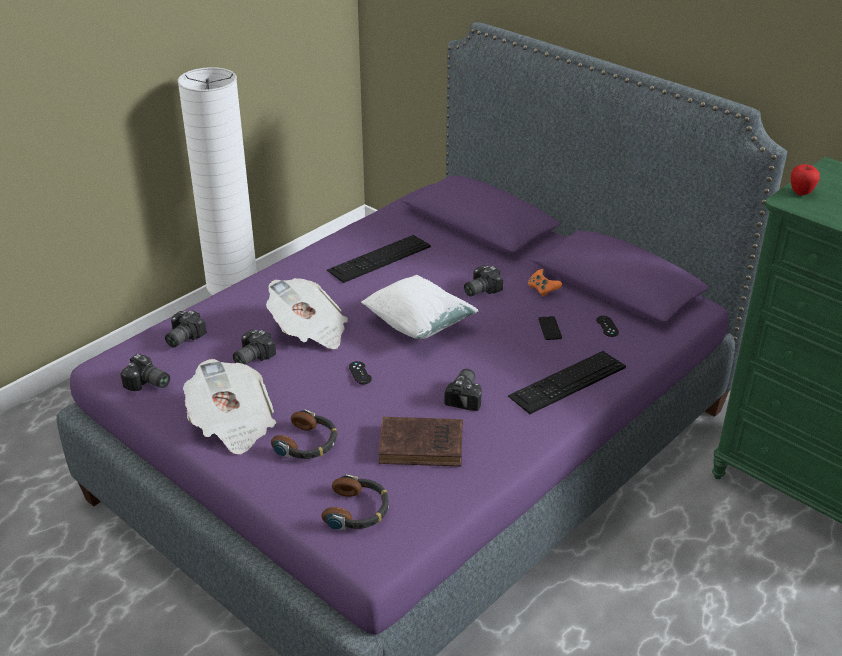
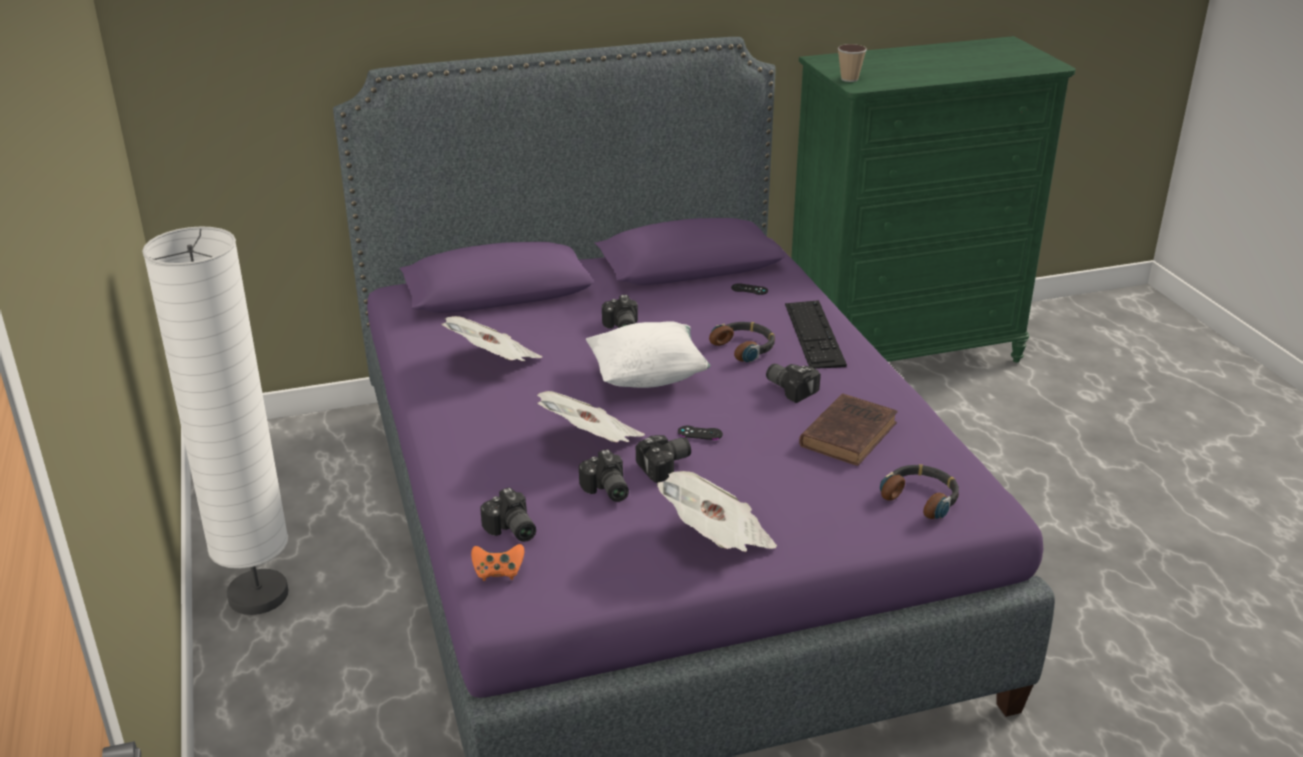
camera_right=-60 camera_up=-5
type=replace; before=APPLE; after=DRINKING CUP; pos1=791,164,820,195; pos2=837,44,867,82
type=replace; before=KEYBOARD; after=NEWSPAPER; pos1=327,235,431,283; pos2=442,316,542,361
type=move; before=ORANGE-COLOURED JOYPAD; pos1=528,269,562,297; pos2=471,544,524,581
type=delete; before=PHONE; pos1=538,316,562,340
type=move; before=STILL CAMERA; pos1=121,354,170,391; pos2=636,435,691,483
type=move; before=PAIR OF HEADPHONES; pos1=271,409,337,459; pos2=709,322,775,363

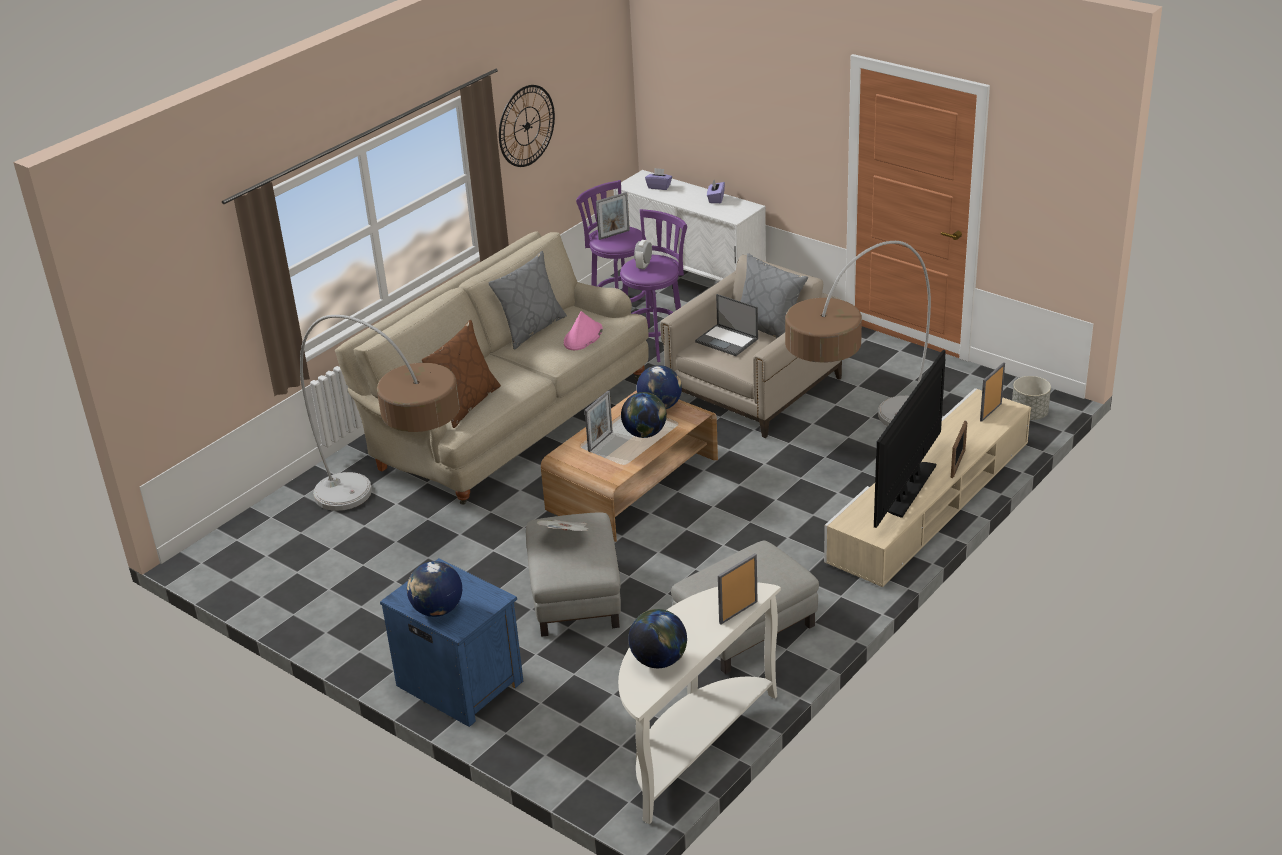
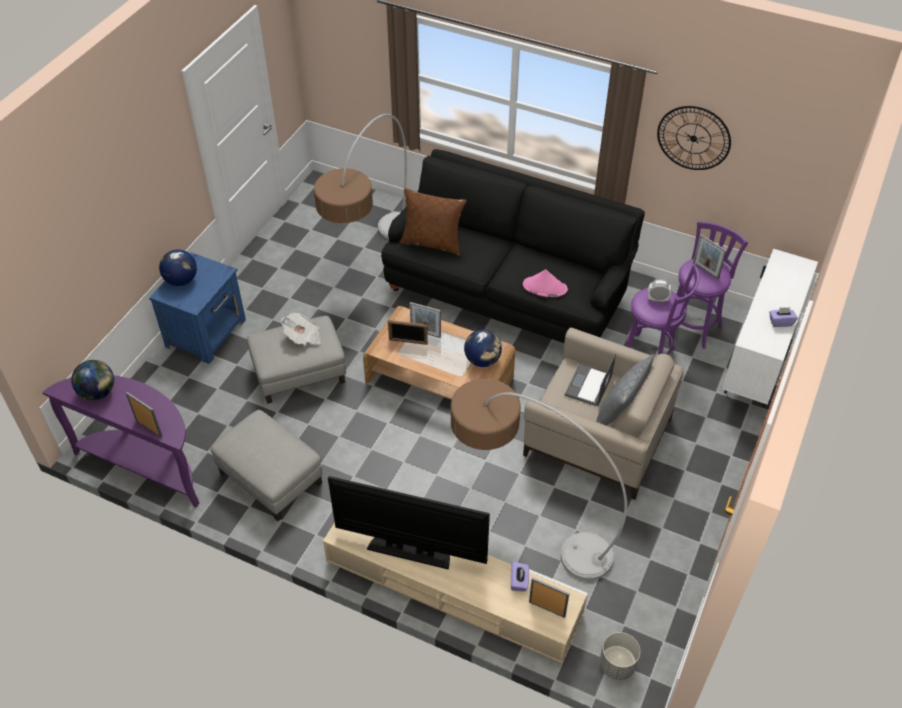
camera_right=75 camera_up=15
type=move; before=PURPLISH BOX OF TISSUES; pos1=645,168,672,190; pos2=511,562,529,591
type=recolor; before=SAND-COLOURED SETTEE; after=BLACK-COLOURED SETTEE; pos1=335,231,648,505; pos2=381,149,645,343
type=delete; before=GREYISH PILLOW; pos1=488,251,567,350
type=delete; before=GLOBE; pos1=621,392,667,438
type=move; before=PICTURE FRAME; pos1=951,421,967,478; pos2=388,320,428,345
type=recolor; before=WHITE-COLOURED HALL TABLE; after=PURPLISH HALL TABLE; pos1=618,582,781,824; pos2=42,375,199,507

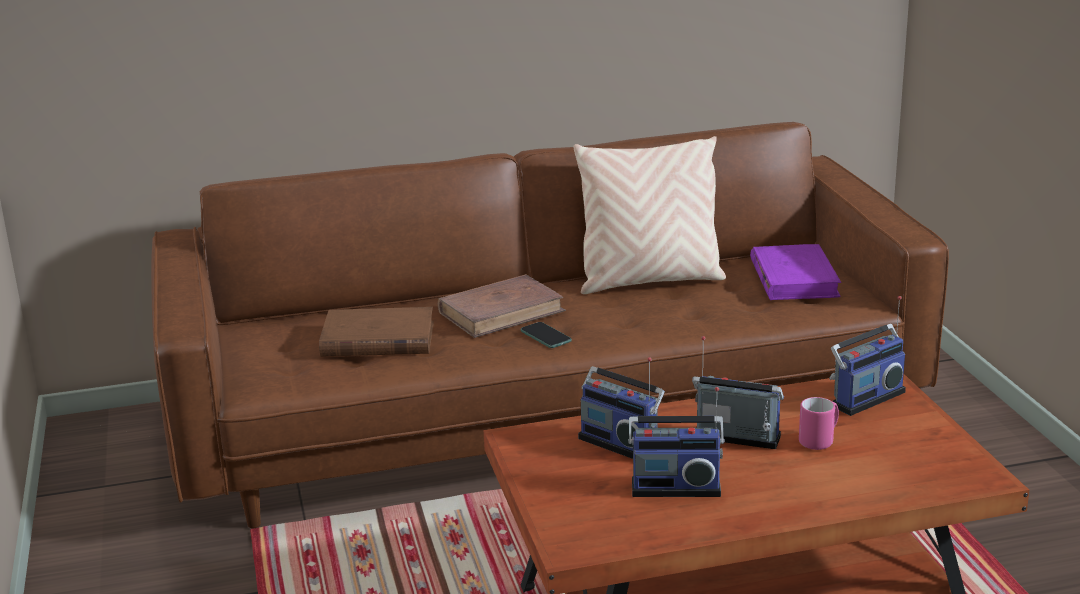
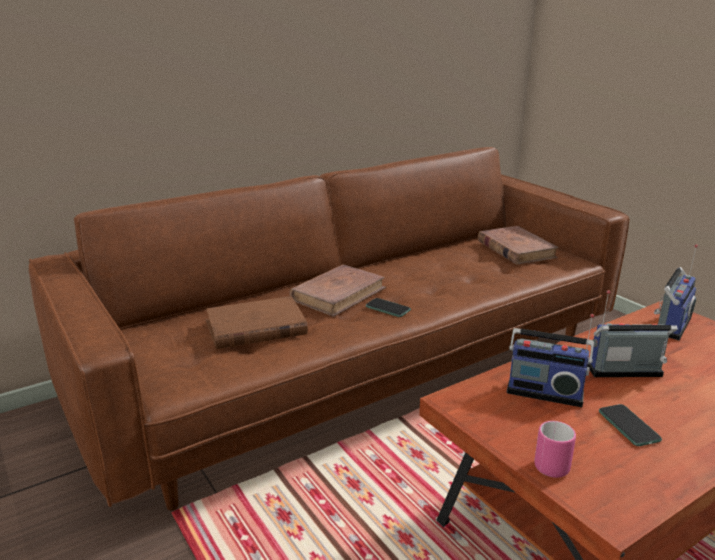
camera_right=-20 camera_up=0
type=delete; before=SAND-COLOURED PILLOW; pos1=573,136,726,294
type=recolor; before=PURPLISH BOUND BOOK; after=BROWN-COLOURED BOUND BOOK; pos1=750,244,841,300; pos2=478,226,559,265
type=replace; before=RADIO SET; after=PHONE; pos1=628,387,725,497; pos2=599,404,662,446
type=move; before=PINKISH COFFEE MUG; pos1=799,397,839,450; pos2=534,421,576,478

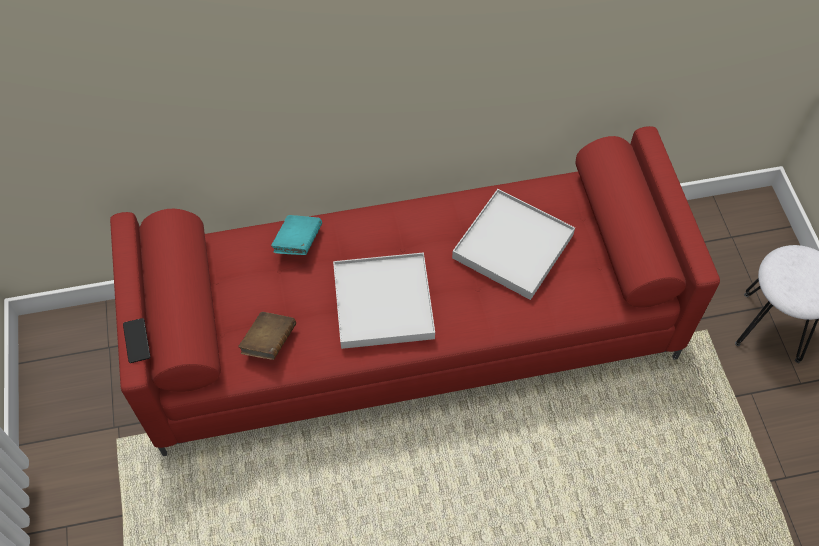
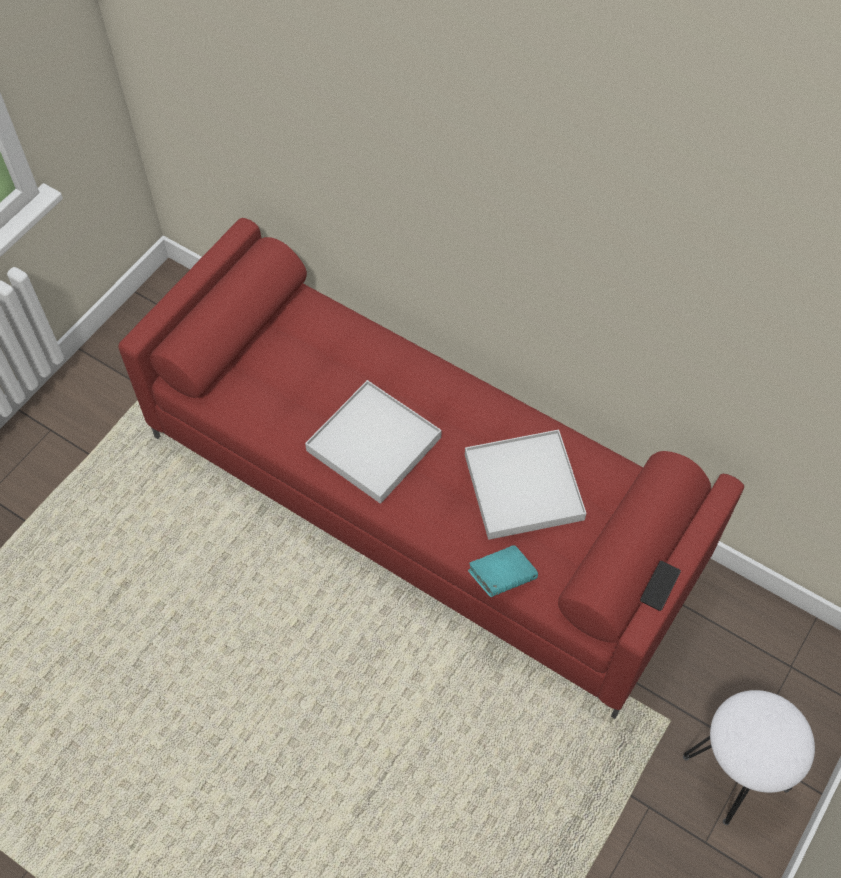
camera_right=45 camera_up=0
type=move; before=TURQUOISE BOUND BOOK; pos1=271,215,322,255; pos2=468,545,538,597
type=delete; before=BROWN-COLOURED BOUND BOOK; pos1=238,312,296,360
type=move; before=PHONE; pos1=123,318,150,363; pos2=640,561,681,611

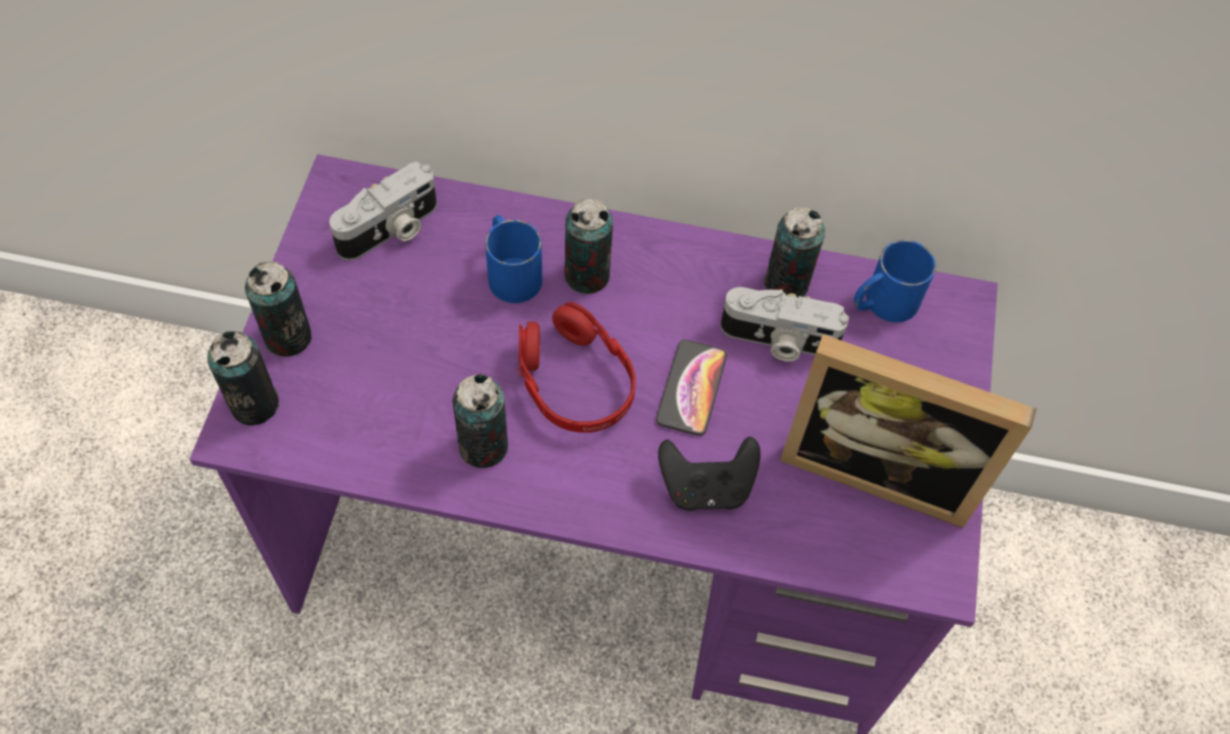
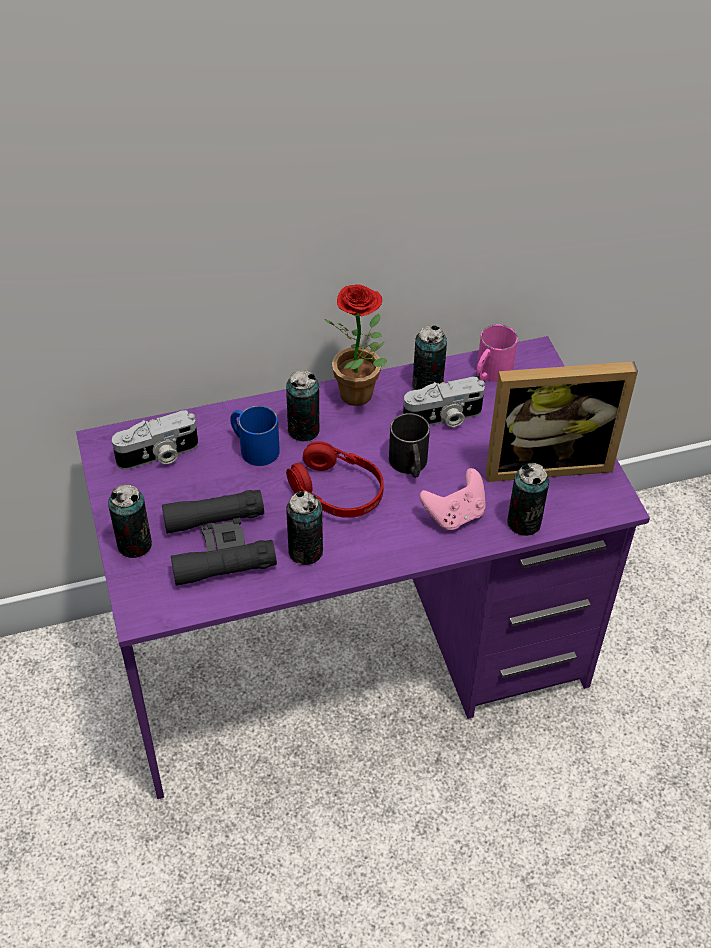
camera_right=-25 camera_up=-10
type=rotate; before=STILL CAMERA; pos1=329,162,437,261; pos2=112,410,198,470; turn=45
type=recolor; before=BLUE-COLOURED COFFEE MUG; after=PINKISH COFFEE MUG; pos1=854,240,936,322; pos2=476,324,518,382
type=move; before=SEALED CAN; pos1=207,331,279,426; pos2=507,463,549,536
type=replace; before=PHONE; after=BLACK-COLOURED COFFEE MUG; pos1=656,340,727,436; pos2=389,413,430,478
type=recolor; before=BLACK-COLOURED JOYPAD; after=PINKISH JOYPAD; pos1=658,436,761,511; pos2=420,468,486,530
type=insert; after=HOUSEPLANT; pos2=325,284,387,406
type=insert; after=BLACK-COLOURED BINOCULARS; pos2=162,490,277,586

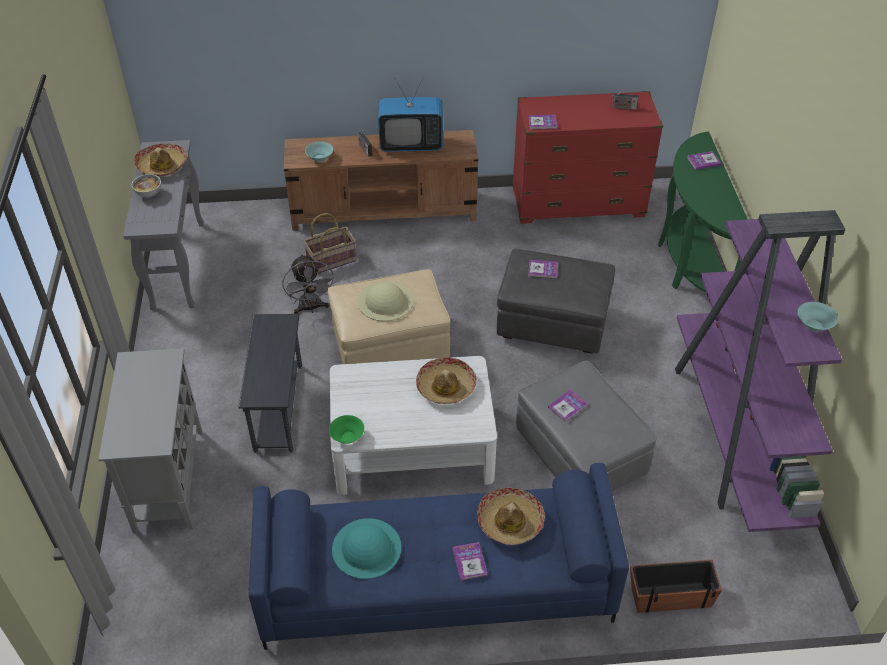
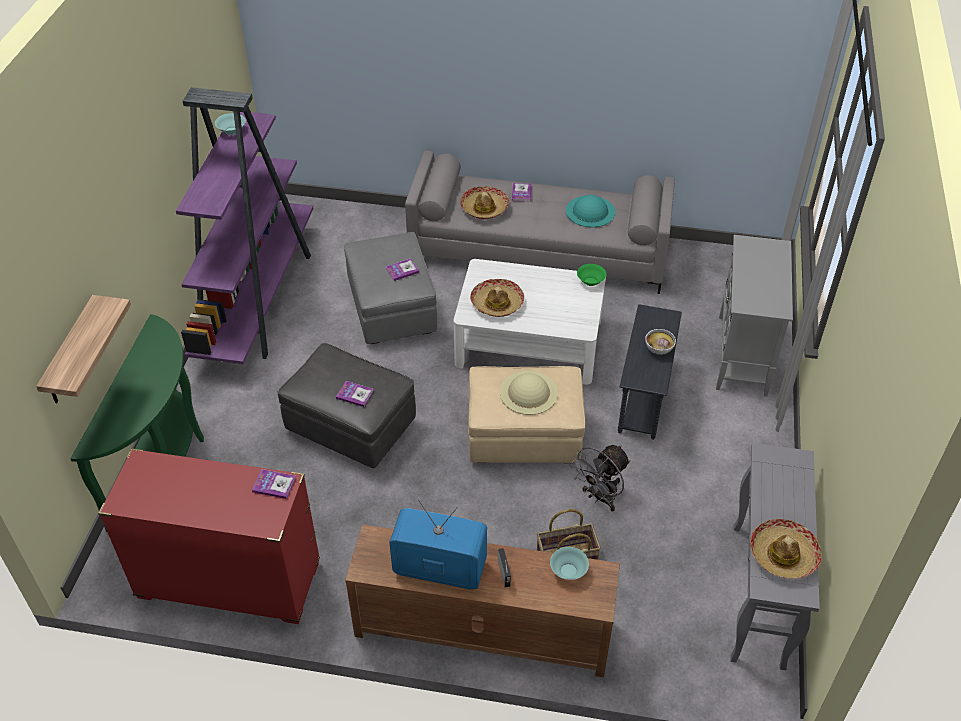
camera_right=-165 camera_up=0
type=delete; before=RADIO SET; pos1=611,90,638,110
type=delete; before=BOUND BOOK; pos1=687,151,721,170
type=move; before=DEEP DISH; pos1=132,174,161,198; pos2=645,329,676,355
type=rotate; before=GREYISH ELECTRIC FAN; pos1=282,254,336,314; pos2=570,445,631,511; turn=-135
type=recolor; before=BLUE-COLOURED SETTEE; after=GREYISH SETTEE; pos1=249,463,629,650; pos2=405,151,675,294
type=delete; before=PLANT POT; pos1=630,559,722,613
type=insert; after=WALL SHELF; pos2=36,295,131,403

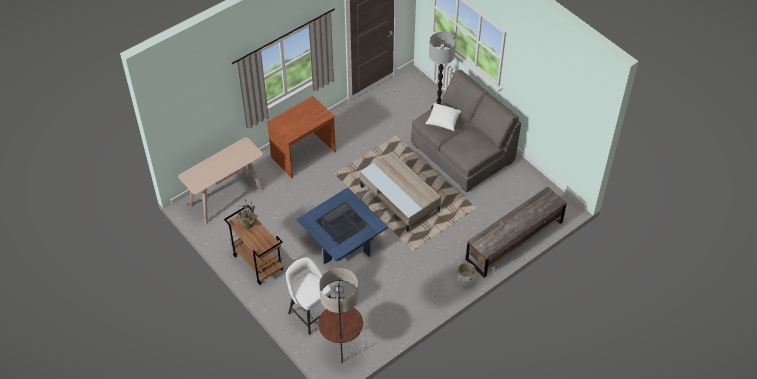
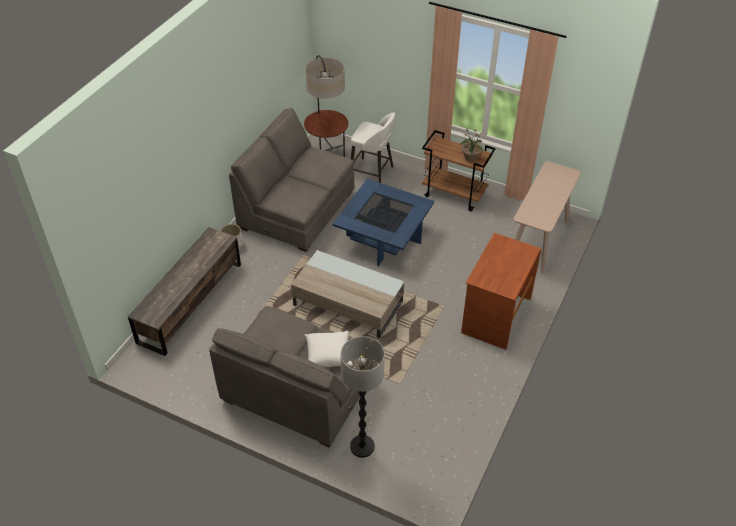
camera_right=155 camera_up=-5
type=insert; after=GREYISH SETTEE; pos2=229,108,354,252

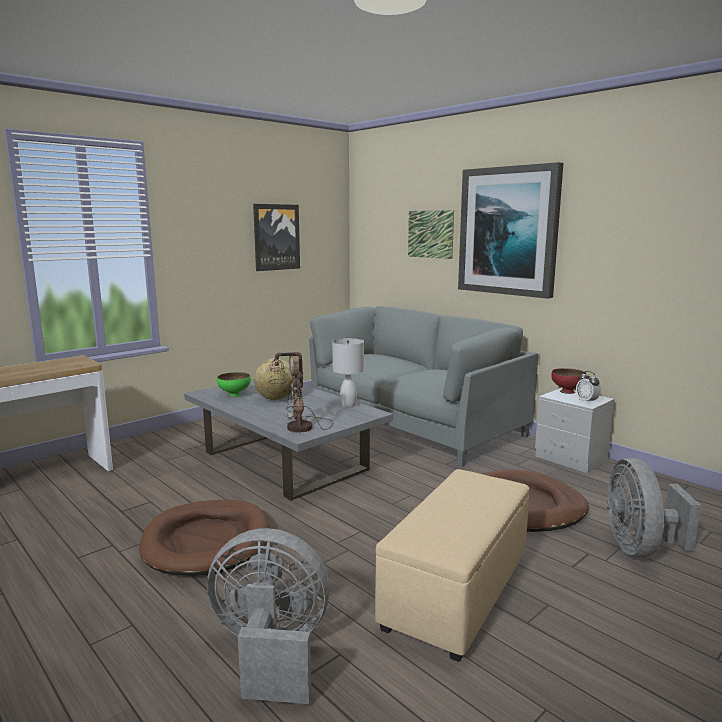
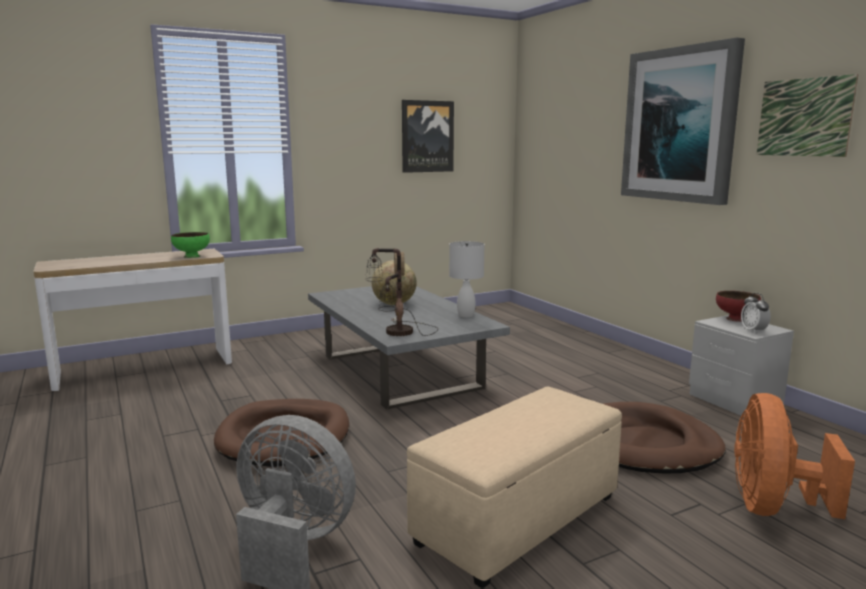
camera_right=15 camera_up=0
type=move; before=WALL PICTURE; pos1=408,210,454,259; pos2=756,74,859,157
type=delete; before=GREYISH SETTEE; pos1=309,306,538,467
type=move; before=GREEN DEEP DISH; pos1=217,372,251,398; pos2=171,232,210,258
type=recolor; before=GREYISH ELECTRIC FAN; after=ORANGE-COLOURED ELECTRIC FAN; pos1=606,458,701,557; pos2=734,393,855,519

